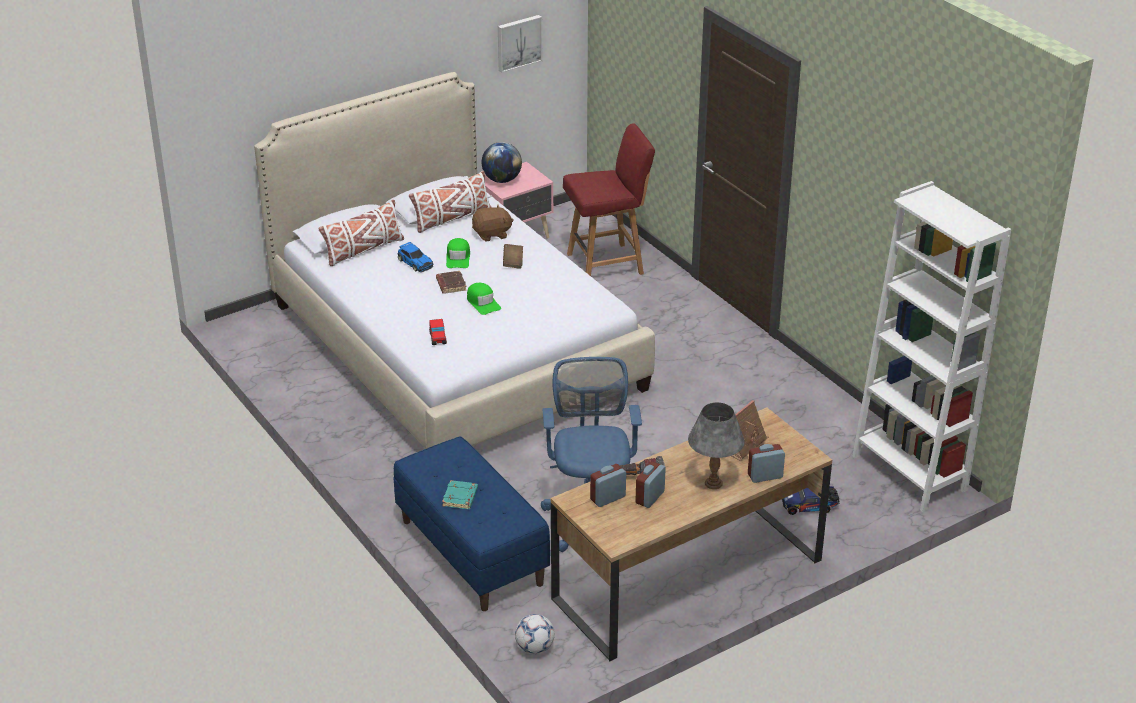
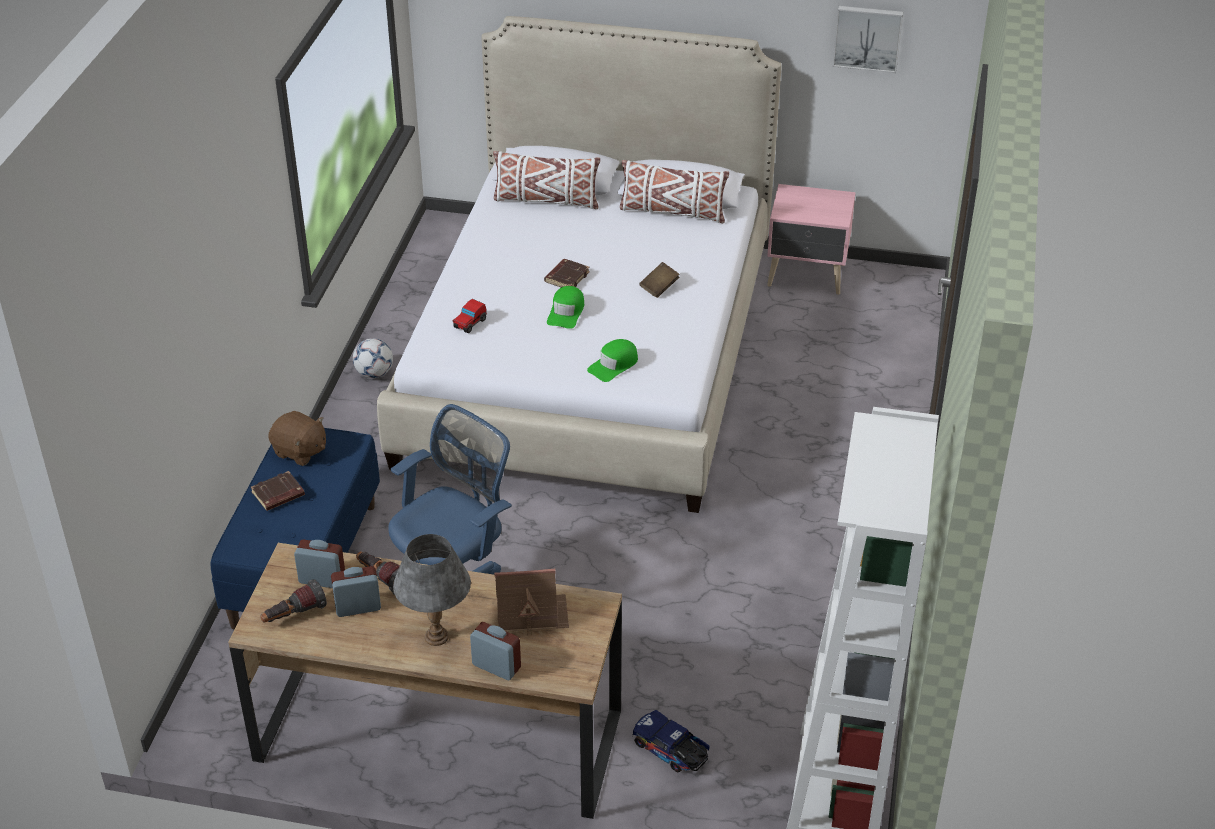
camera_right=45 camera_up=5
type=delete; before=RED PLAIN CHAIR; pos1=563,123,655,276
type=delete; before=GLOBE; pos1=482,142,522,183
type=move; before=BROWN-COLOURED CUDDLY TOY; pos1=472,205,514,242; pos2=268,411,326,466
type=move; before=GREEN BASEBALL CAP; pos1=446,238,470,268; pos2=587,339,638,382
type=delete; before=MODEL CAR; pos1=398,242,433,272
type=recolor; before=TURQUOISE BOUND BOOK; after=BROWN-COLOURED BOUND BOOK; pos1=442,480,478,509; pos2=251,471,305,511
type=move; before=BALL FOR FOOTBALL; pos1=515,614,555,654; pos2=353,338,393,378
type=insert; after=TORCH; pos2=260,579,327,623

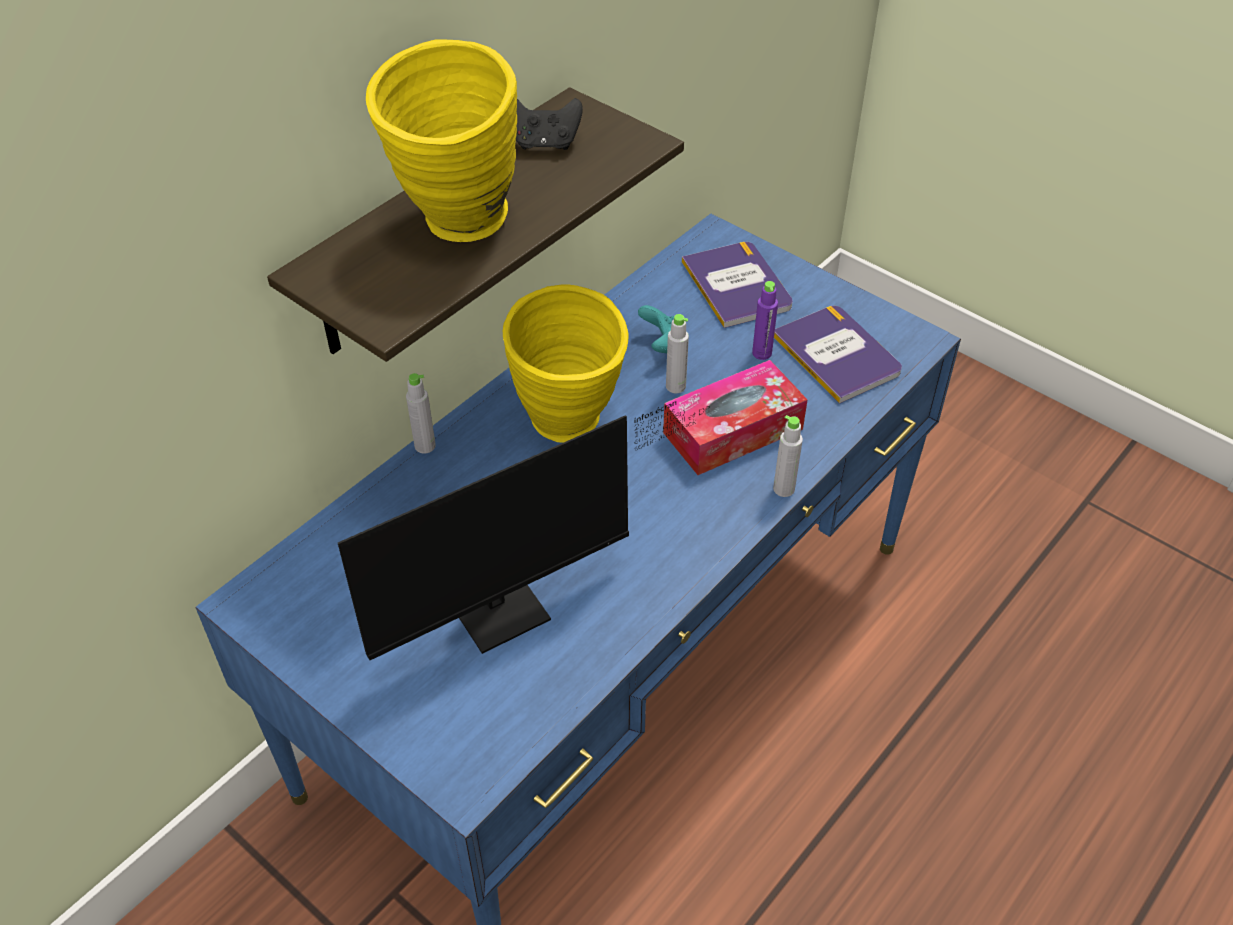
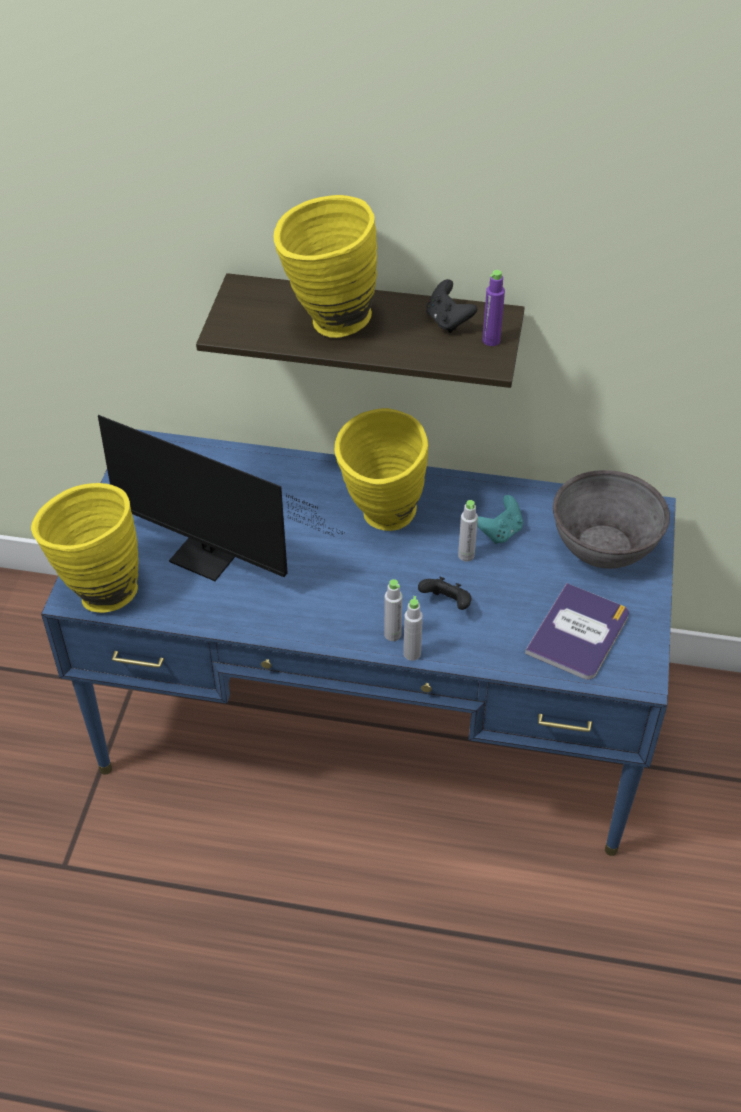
camera_right=60 camera_up=0
type=replace; before=BOUND BOOK; after=GREYISH DEEP DISH; pos1=682,242,793,328; pos2=553,470,670,569
type=move; before=PURPLISH BEVERAGE BOTTLE; pos1=752,281,778,360; pos2=482,270,505,346
type=replace; before=BOX OF TISSUES; after=BLACK-COLOURED JOYPAD; pos1=663,360,808,475; pos2=418,576,471,610
type=move; before=GREYISH BEVERAGE BOTTLE; pos1=406,373,436,454; pos2=384,579,402,641
type=insert; after=YELLOW-COLOURED FLOWER VASE; pos2=31,483,138,613

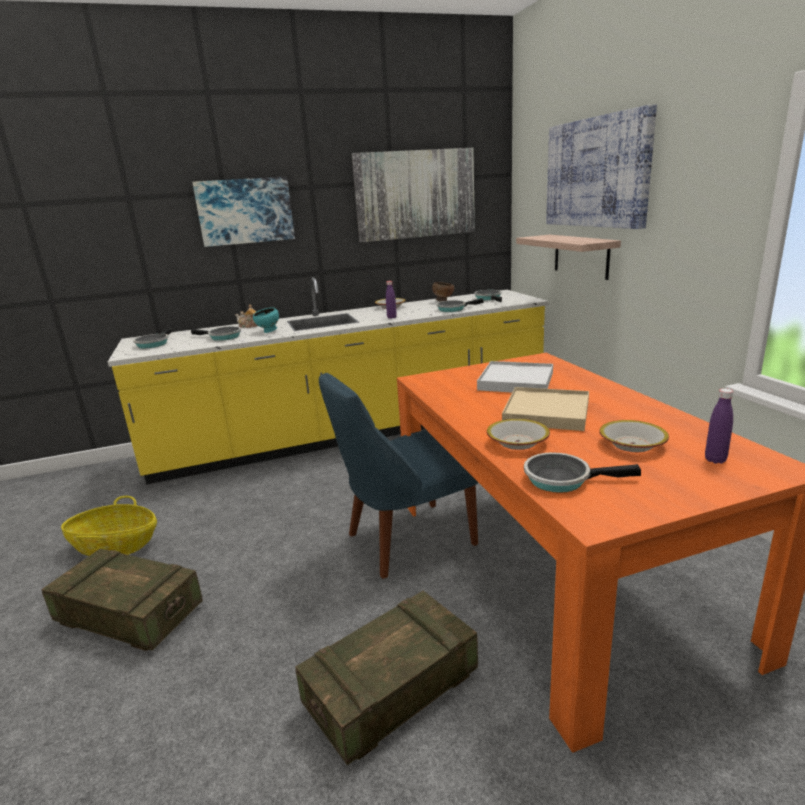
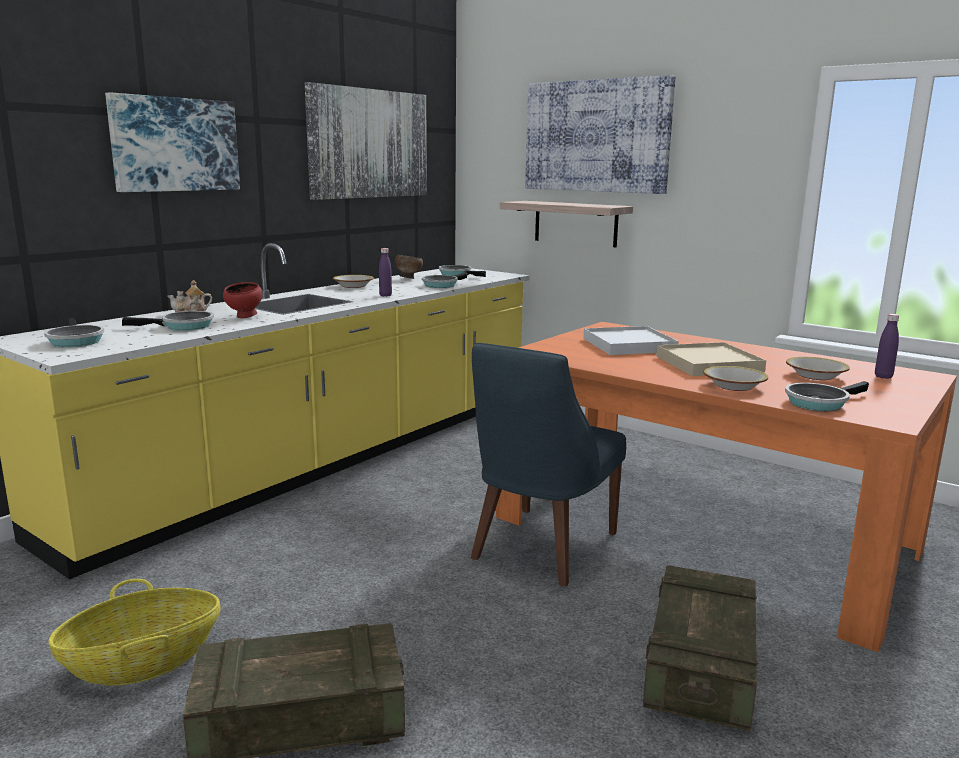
camera_right=-35 camera_up=-5
type=recolor; before=TURQUOISE DEEP DISH; after=RED DEEP DISH; pos1=253,307,279,333; pos2=223,282,262,318

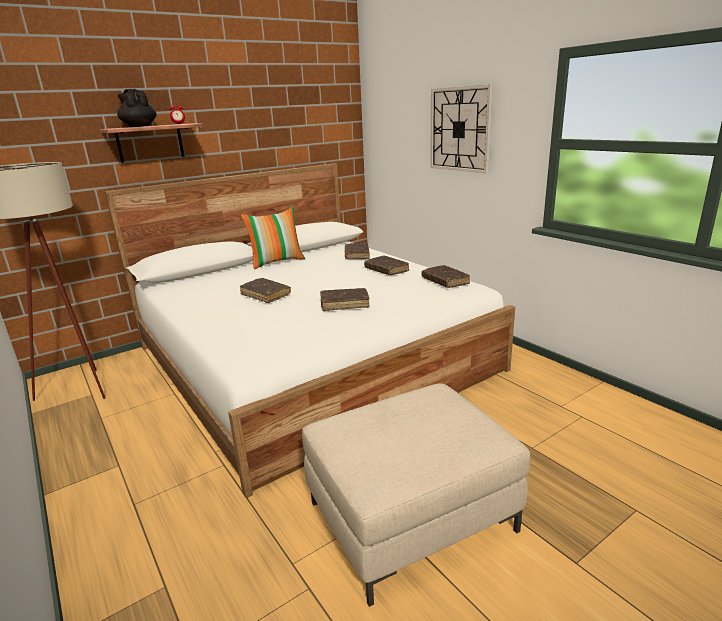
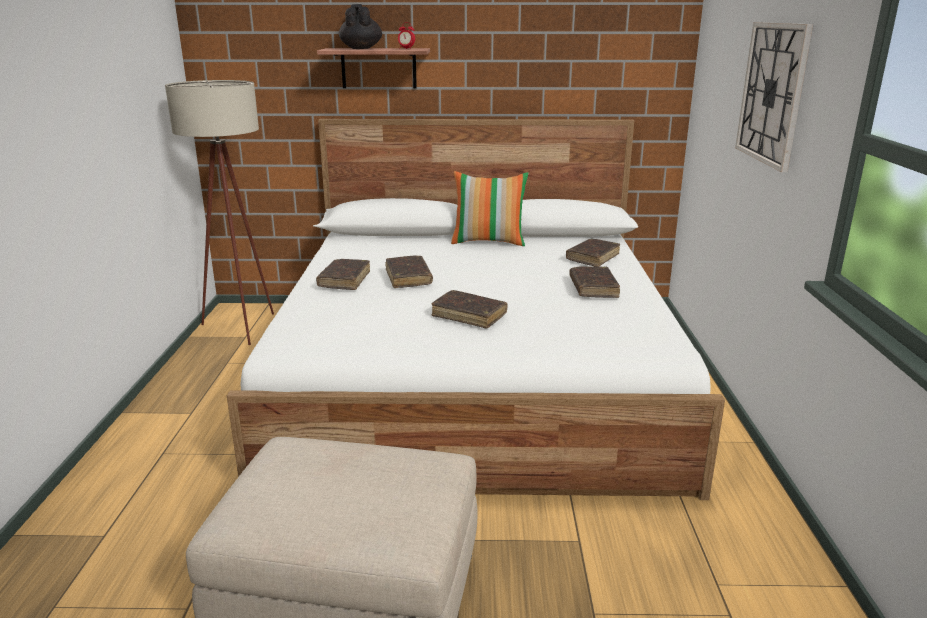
camera_right=35 camera_up=0
type=move; before=BROWN-COLOURED BOUND BOOK; pos1=422,265,470,288; pos2=316,259,370,290

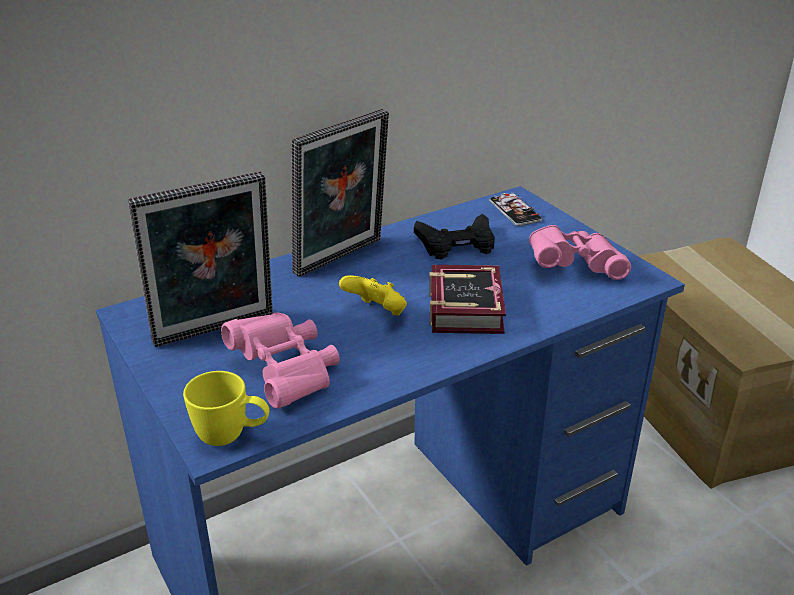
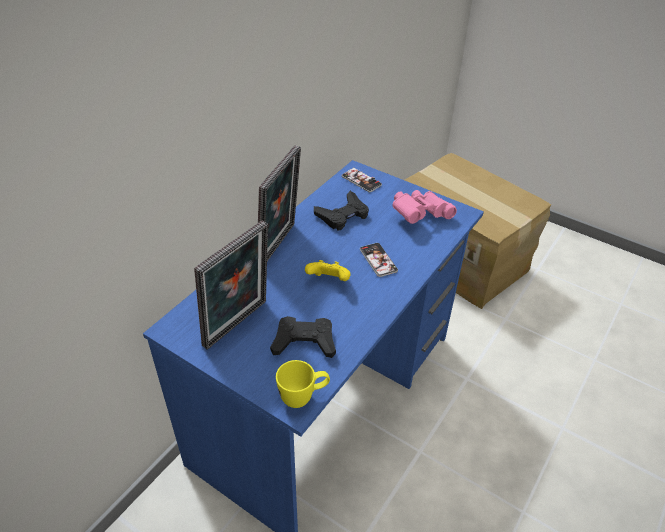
camera_right=-25 camera_up=10
type=replace; before=BOUND BOOK; after=PHONE; pos1=429,265,506,334; pos2=360,243,398,277
type=replace; before=PINKISH BINOCULARS; after=BLACK-COLOURED JOYPAD; pos1=221,312,340,409; pos2=270,316,336,358

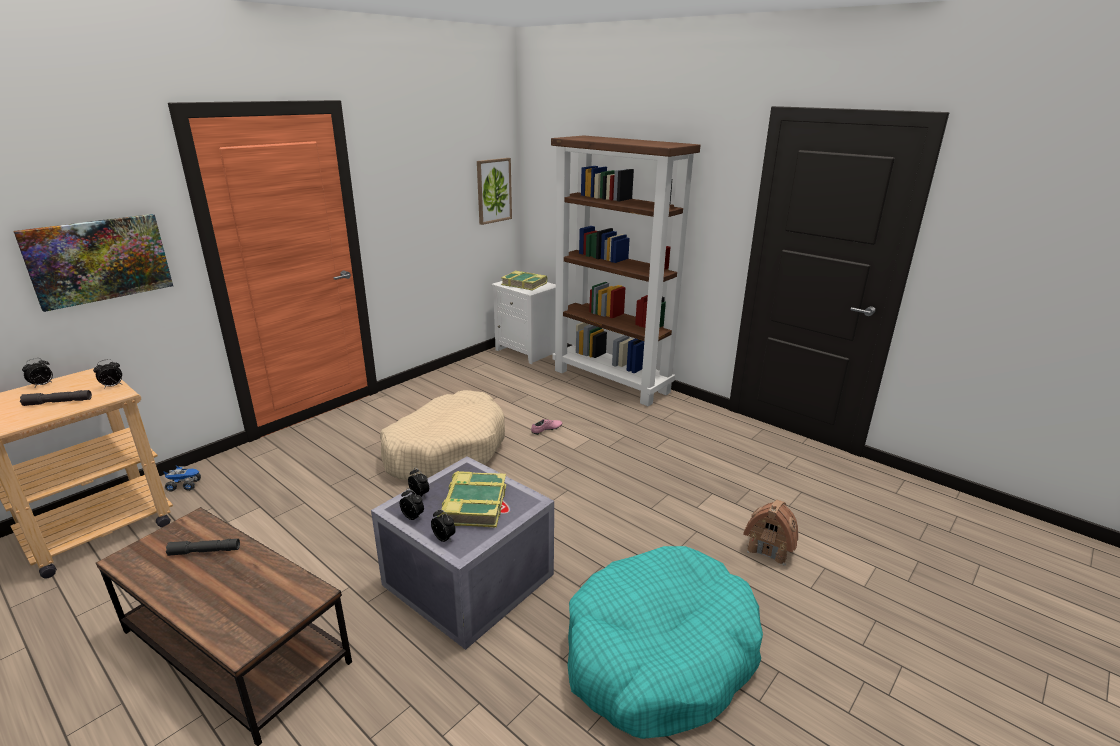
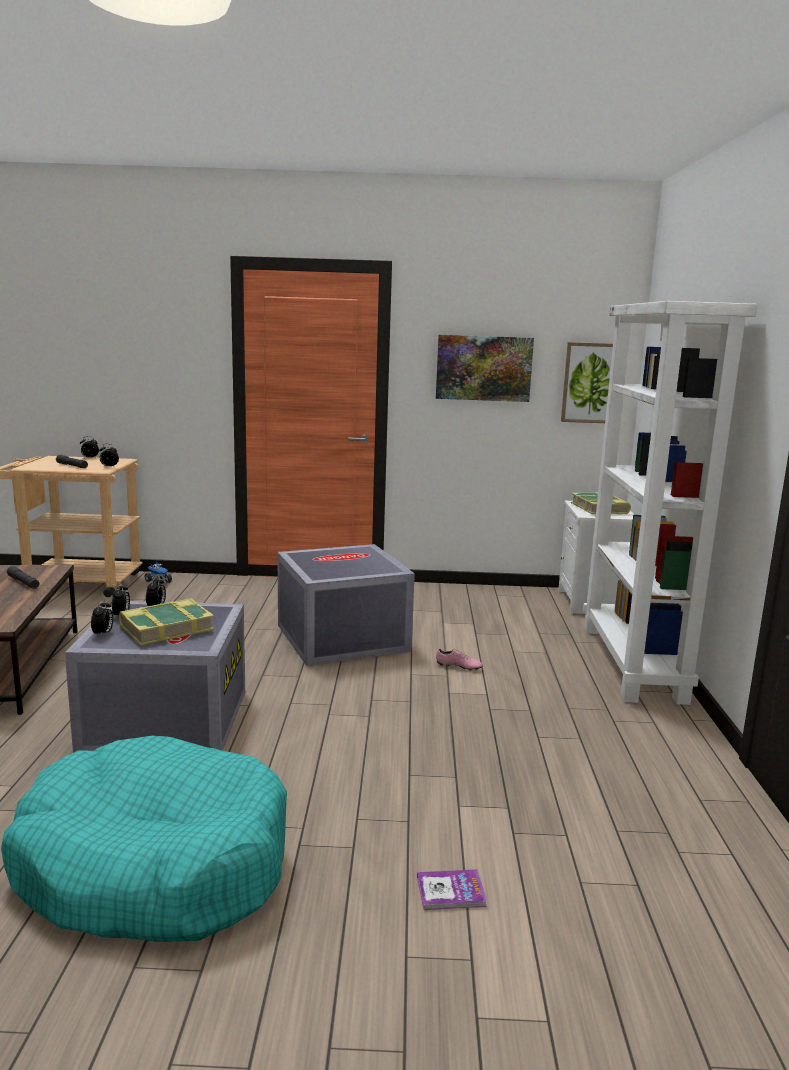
camera_right=50 camera_up=-10
type=recolor; before=BROWN-COLOURED BOOKSHELF; after=WHITE-COLOURED BOOKSHELF; pos1=551,136,701,406; pos2=583,301,757,705
type=move; before=WALL PICTURE; pos1=14,214,173,312; pos2=436,335,534,402
type=replace; before=SAND-COLOURED PET BED; after=GREYISH STORAGE BIN; pos1=380,390,505,480; pos2=277,544,415,666
type=replace; before=MODEL HOUSE; after=BOUND BOOK; pos1=743,500,798,566; pos2=417,869,487,910

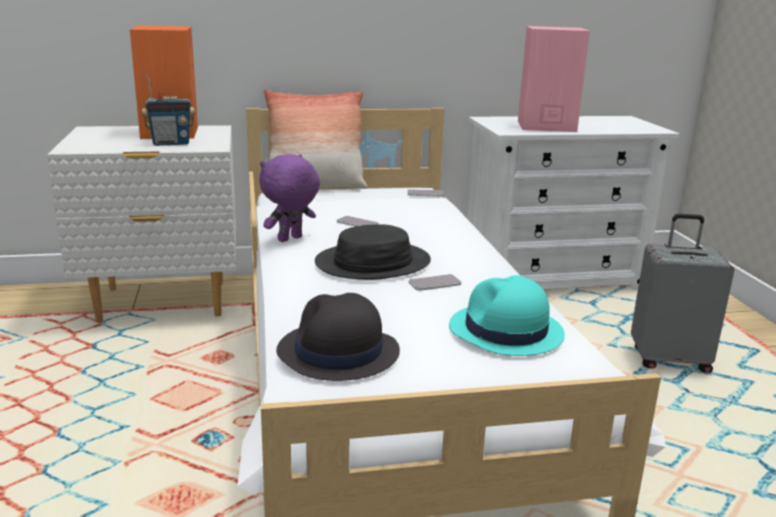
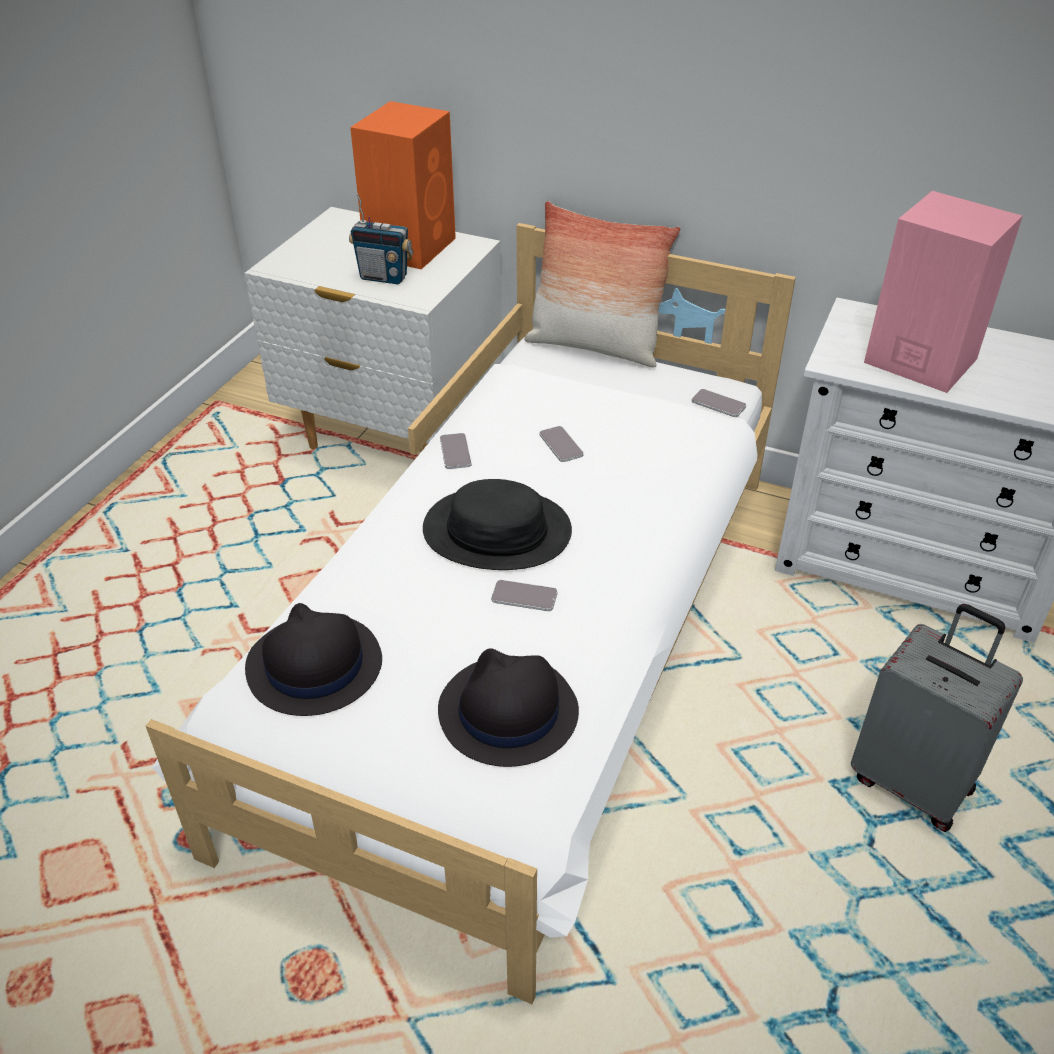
camera_right=35 camera_up=20
type=replace; before=PURPLISH CUDDLY TOY; after=PHONE; pos1=259,154,320,242; pos2=440,433,472,469
type=recolor; before=TURQUOISE WEARABLE HAT; after=BLACK-COLOURED WEARABLE HAT; pos1=449,275,565,356; pos2=438,649,579,767

